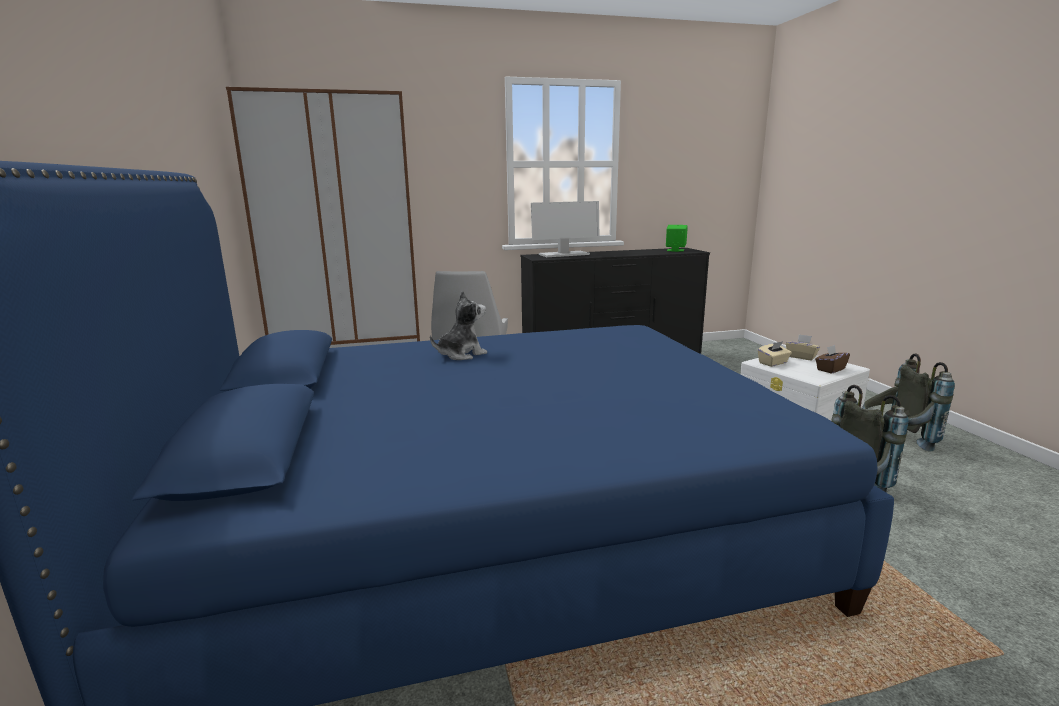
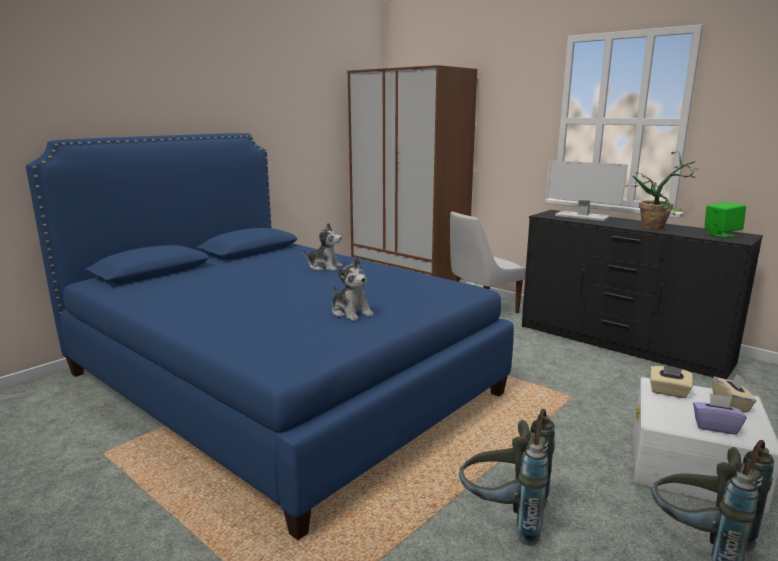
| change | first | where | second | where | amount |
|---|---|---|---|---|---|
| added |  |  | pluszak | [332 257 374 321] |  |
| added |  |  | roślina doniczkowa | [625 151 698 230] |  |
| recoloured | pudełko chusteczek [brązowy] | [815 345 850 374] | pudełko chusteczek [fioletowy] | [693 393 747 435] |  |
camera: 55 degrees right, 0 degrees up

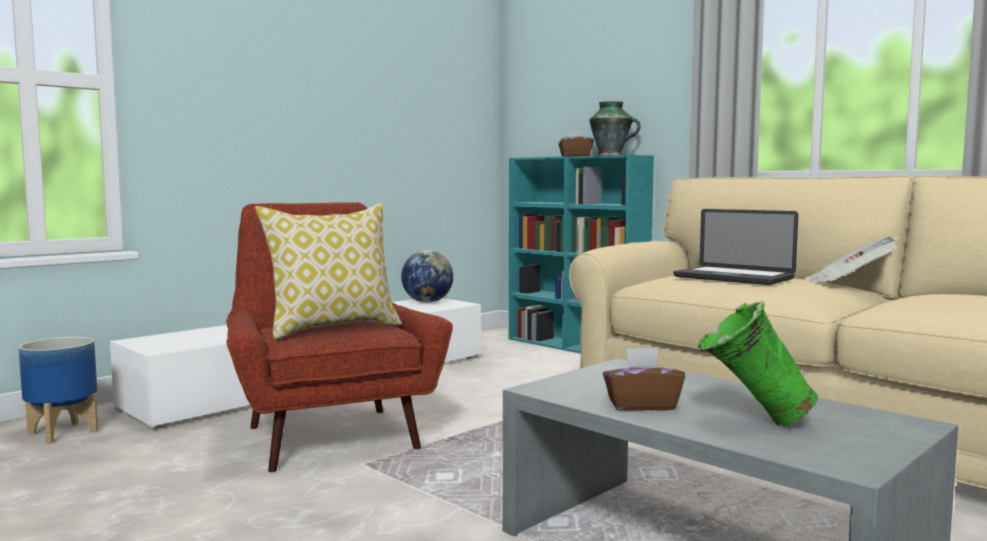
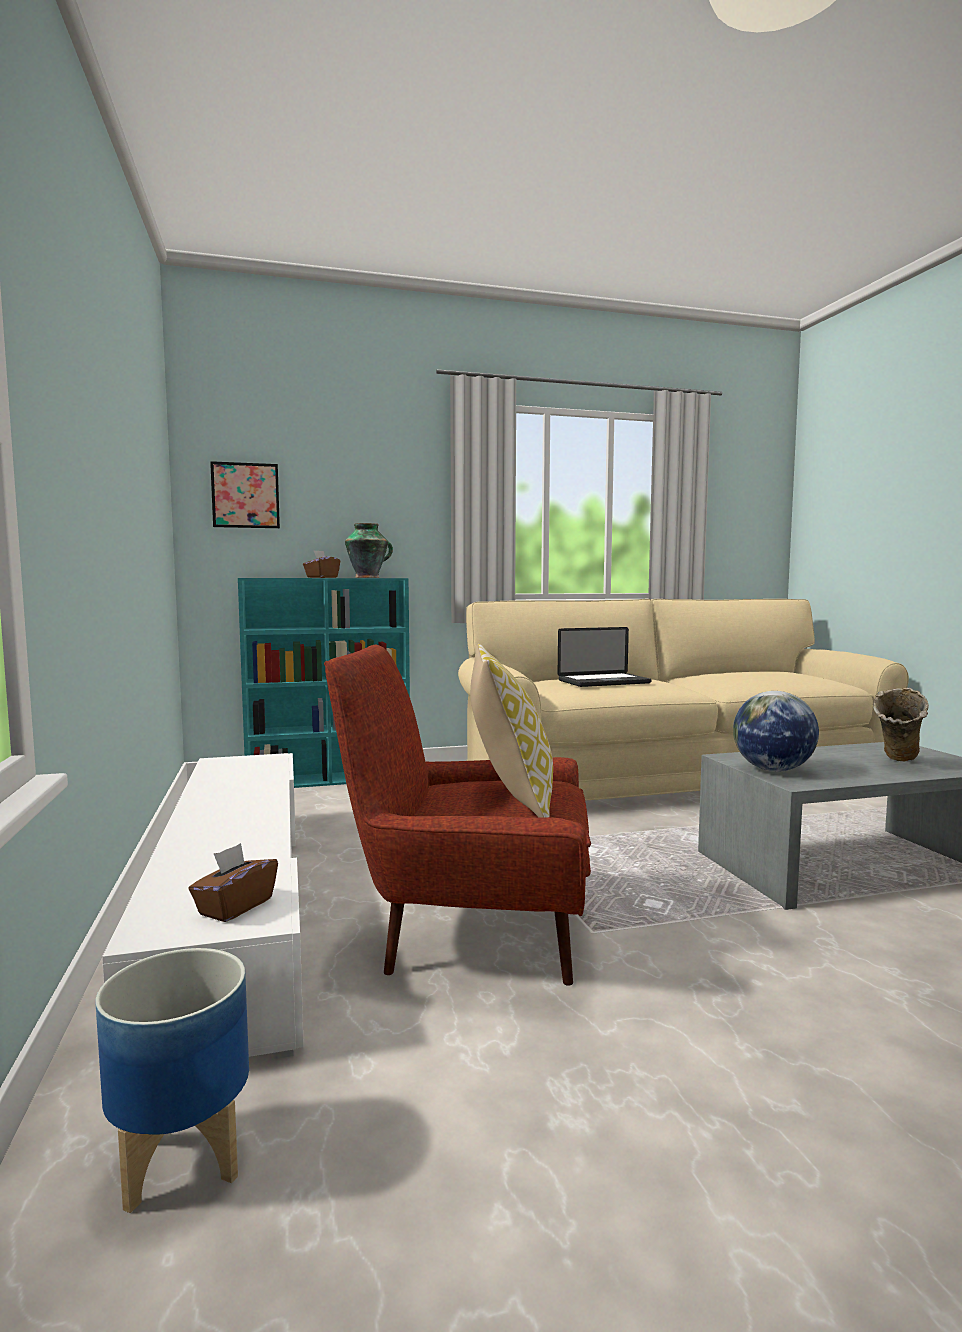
| change | first | where | second | where | amount |
|---|---|---|---|---|---|
| moved | pudełko chusteczek [brązowy] | [603 348 685 411] |  | [188 843 278 922] |  |
| added |  |  | obraz | [210 461 280 528] |  |
| moved | globus | [401 250 453 303] |  | [733 691 819 772] |  |
| recoloured | wazon [zielony] | [698 301 818 426] | wazon [beżowy] | [873 688 929 761] |  |
| removed | gazeta | [805 236 898 282] |  |  |  |
camera: 60 degrees left, 0 degrees up

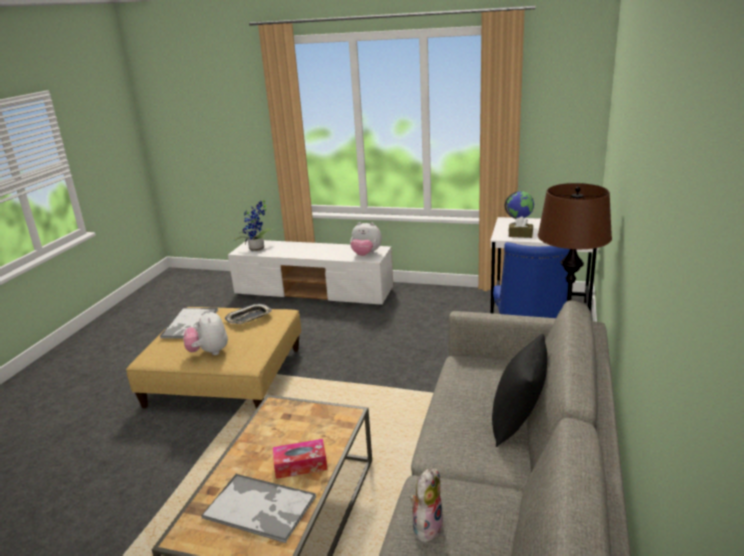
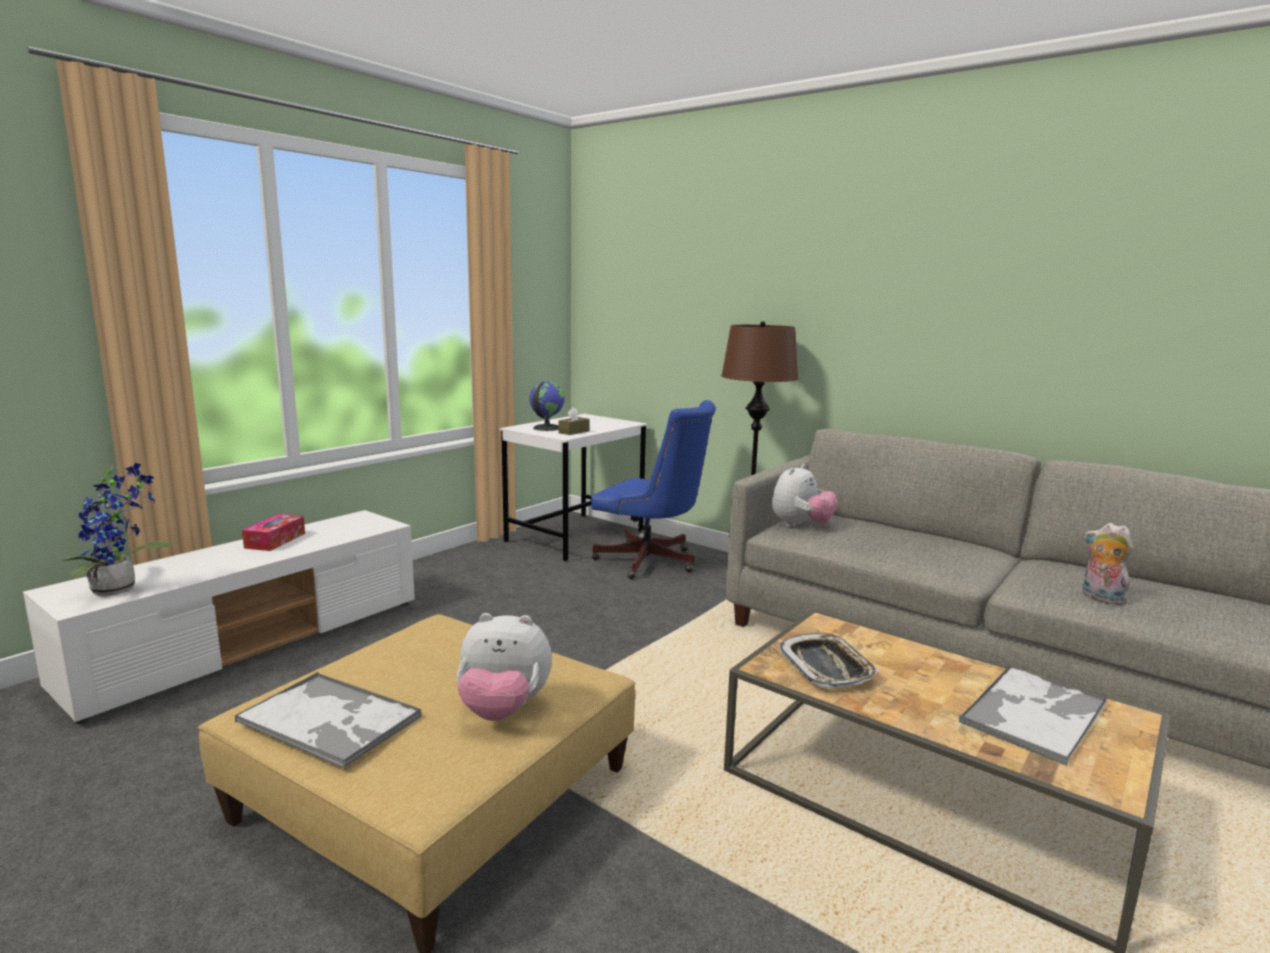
| change | first | where | second | where | amount |
|---|---|---|---|---|---|
| moved | pudełko chusteczek | [273 439 328 479] |  | [242 514 305 551] |  |
| moved | pluszak | [350 222 382 256] |  | [772 464 838 527] |  |
| moved | taca | [225 304 272 324] |  | [778 633 879 688] |  |
| removed | poduszka [czarny] | [492 334 547 447] |  |  |  |
camera: 70 degrees left, 10 degrees down

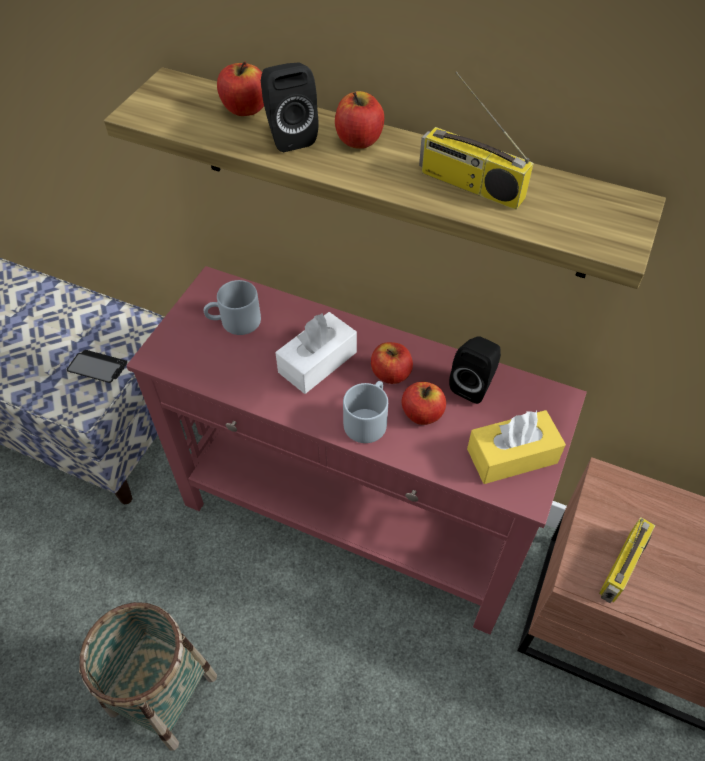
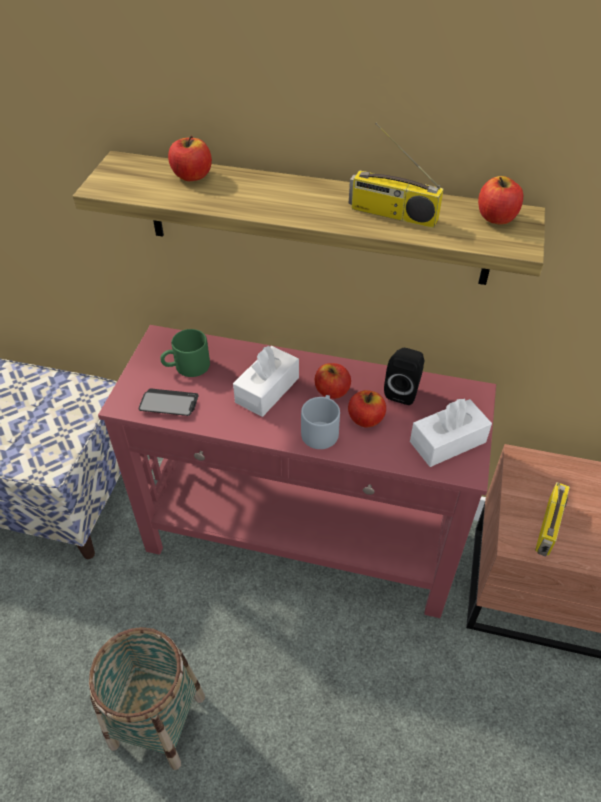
| change | first | where | second | where | amount |
|---|---|---|---|---|---|
| moved | telefon | [67 350 127 383] |  | [138 388 198 416] |  |
| recoloured | kubek [szary] | [204 280 261 335] | kubek [zielony] | [160 329 210 377] |  |
| recoloured | pudełko chusteczek [żółty] | [467 410 566 484] | pudełko chusteczek [biały] | [410 399 492 467] |  |
| moved | jabłko | [335 91 384 149] |  | [478 176 523 224] |  |
| removed | głośnik [czarny] | [261 62 318 152] |  |  |  |
camera: 10 degrees left, 5 degrees down

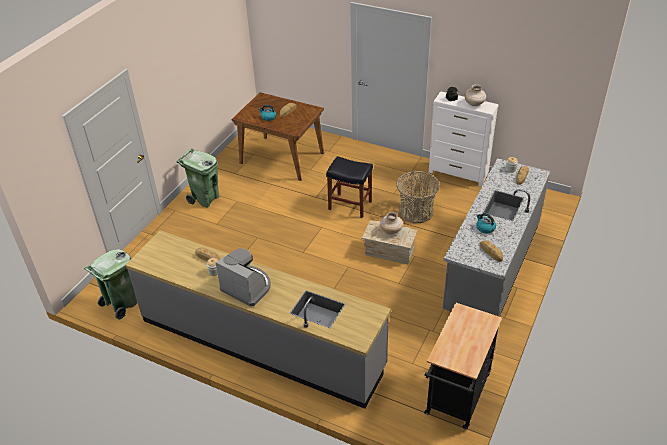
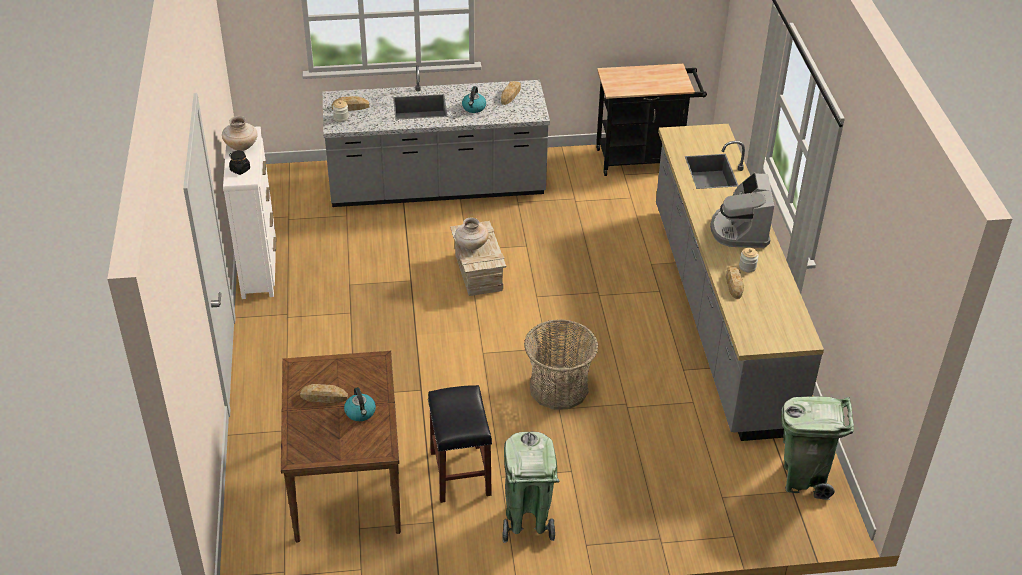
| change | first | where | second | where | amount |
|---|---|---|---|---|---|
| moved | stołek [czarny] | [326 156 373 218] |  | [428 385 492 503] |  |
| moved | koszyk | [396 171 440 223] |  | [524 319 598 410] |  |
camera: 125 degrees left, 0 degrees up

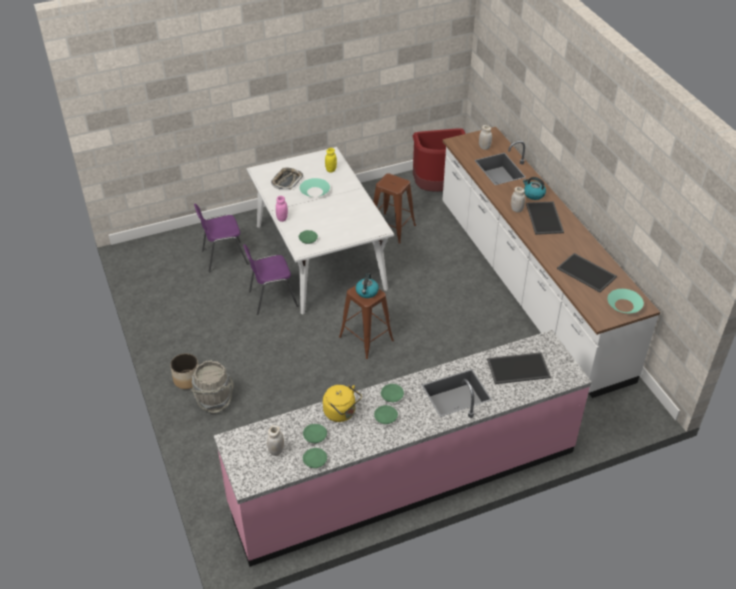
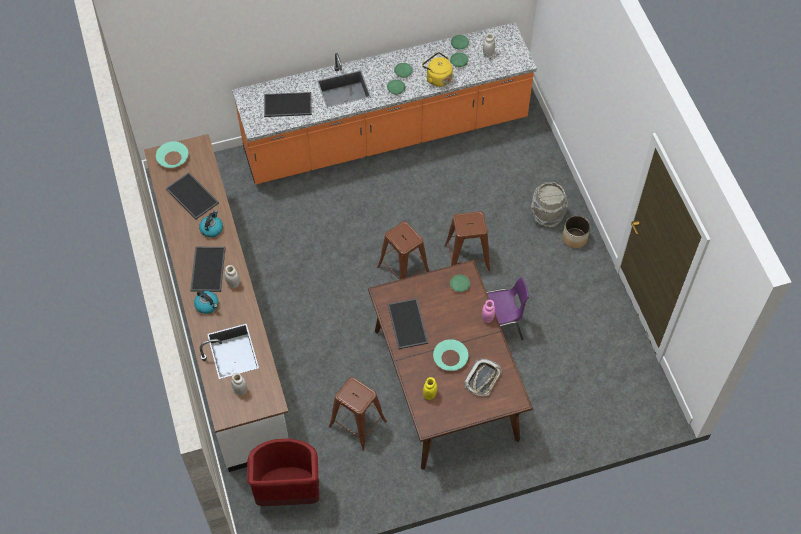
| change | first | where | second | where | amount |
|---|---|---|---|---|---|
| moved | czajnik | [356 273 379 298] |  | [199 210 223 238] |  |
| recoloured | zabudowa kuchenna [różowy] | [214 330 592 567] | zabudowa kuchenna [pomarańczowy] | [232 22 537 184] |  |
| recoloured | stół jadalny [biały] | [246 147 394 314] | stół jadalny [brązowy] | [368 260 533 470] |  |
| added |  |  | taca | [388 298 428 349] |  |
| added |  |  | stołek [brązowy] | [444 211 490 271] |  |
| removed | krzesło [fioletowy] | [194 203 249 272] |  |  |  |
camera: 175 degrees left, 15 degrees up

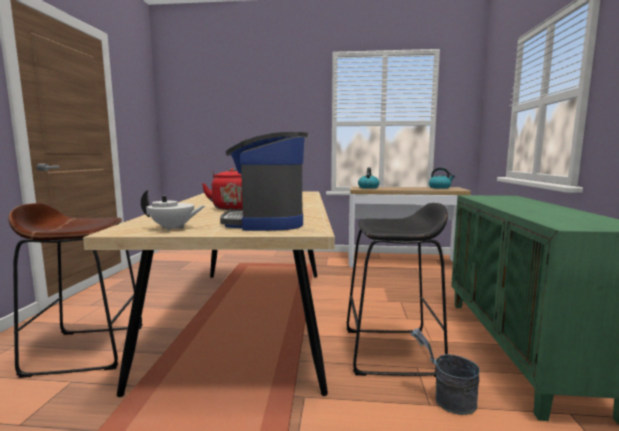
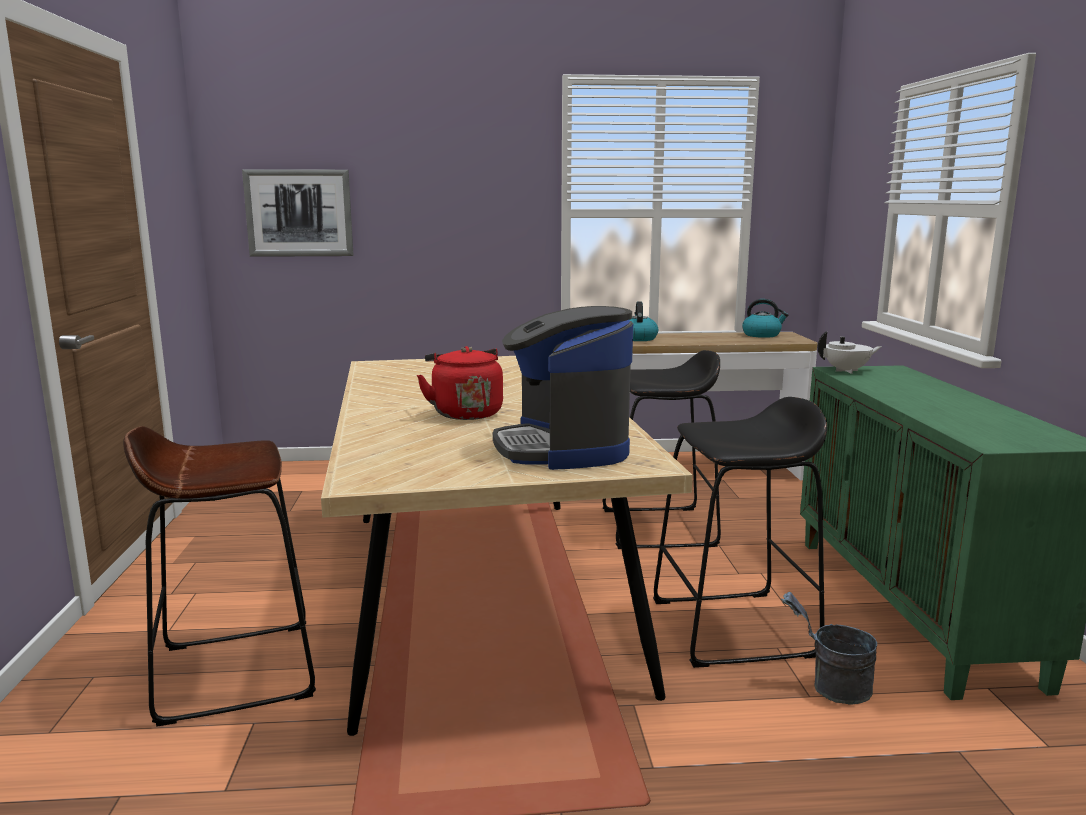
| change | first | where | second | where | amount |
|---|---|---|---|---|---|
| added |  |  | obraz | [242 169 353 257] |  |
| added |  |  | stołek [czarny] | [603 350 721 549] |  |
| moved | imbryk [biały] | [141 190 205 231] |  | [818 331 882 374] |  |
camera: 10 degrees left, 5 degrees up

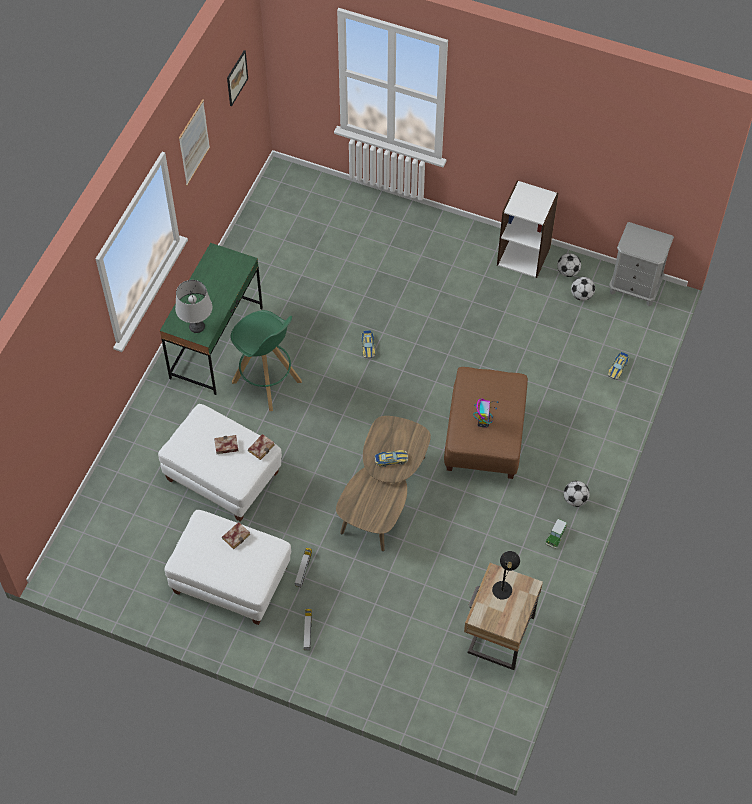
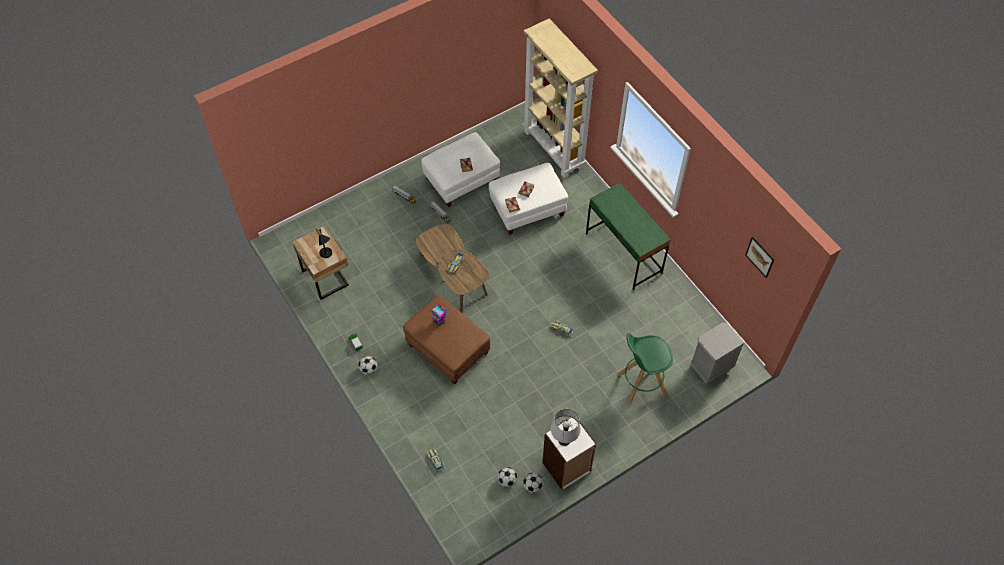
| change | first | where | second | where | amount |
|---|---|---|---|---|---|
| added |  |  | regał [beżowy] | [523 18 598 178] |  |
| moved | lampa stołowa [szary] | [175 280 212 333] |  | [551 409 581 446] |  |
| moved | stołek [zielony] | [231 310 302 411] |  | [617 333 673 405] |  |
| moved | szafka nocna [szary] | [609 222 674 306] |  | [690 322 744 385] |  |
| removed | obraz | [179 99 210 186] |  |  |  |
camera: 125 degrees right, 0 degrees up

